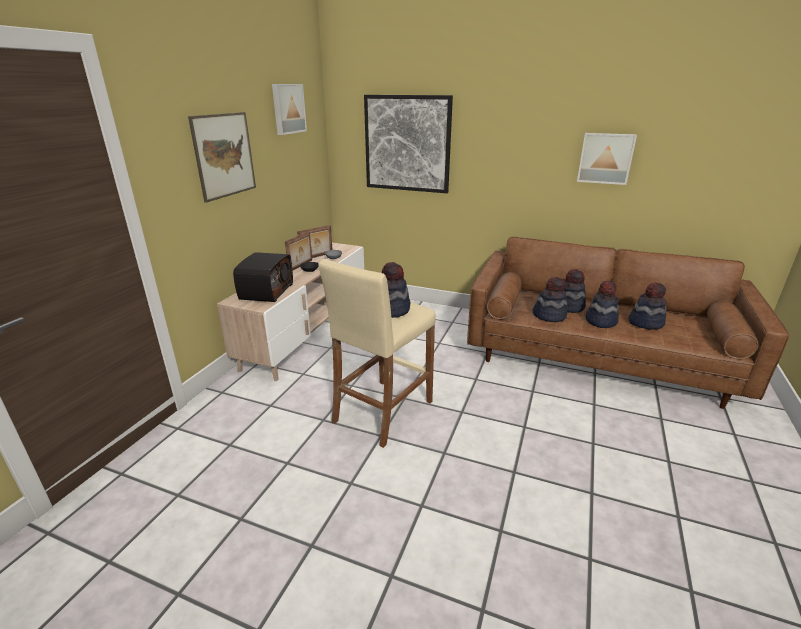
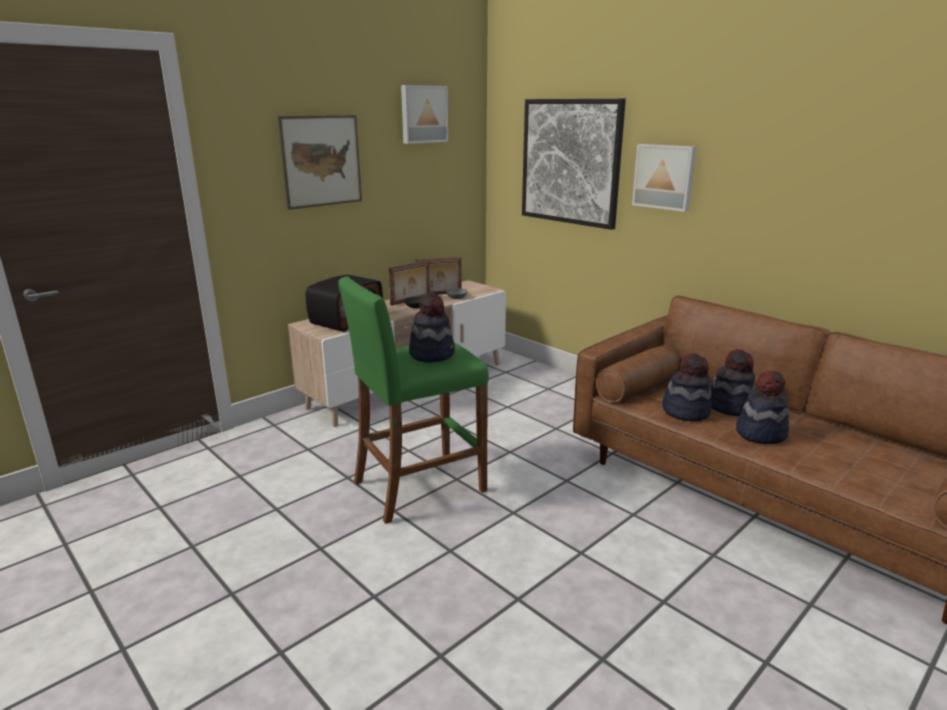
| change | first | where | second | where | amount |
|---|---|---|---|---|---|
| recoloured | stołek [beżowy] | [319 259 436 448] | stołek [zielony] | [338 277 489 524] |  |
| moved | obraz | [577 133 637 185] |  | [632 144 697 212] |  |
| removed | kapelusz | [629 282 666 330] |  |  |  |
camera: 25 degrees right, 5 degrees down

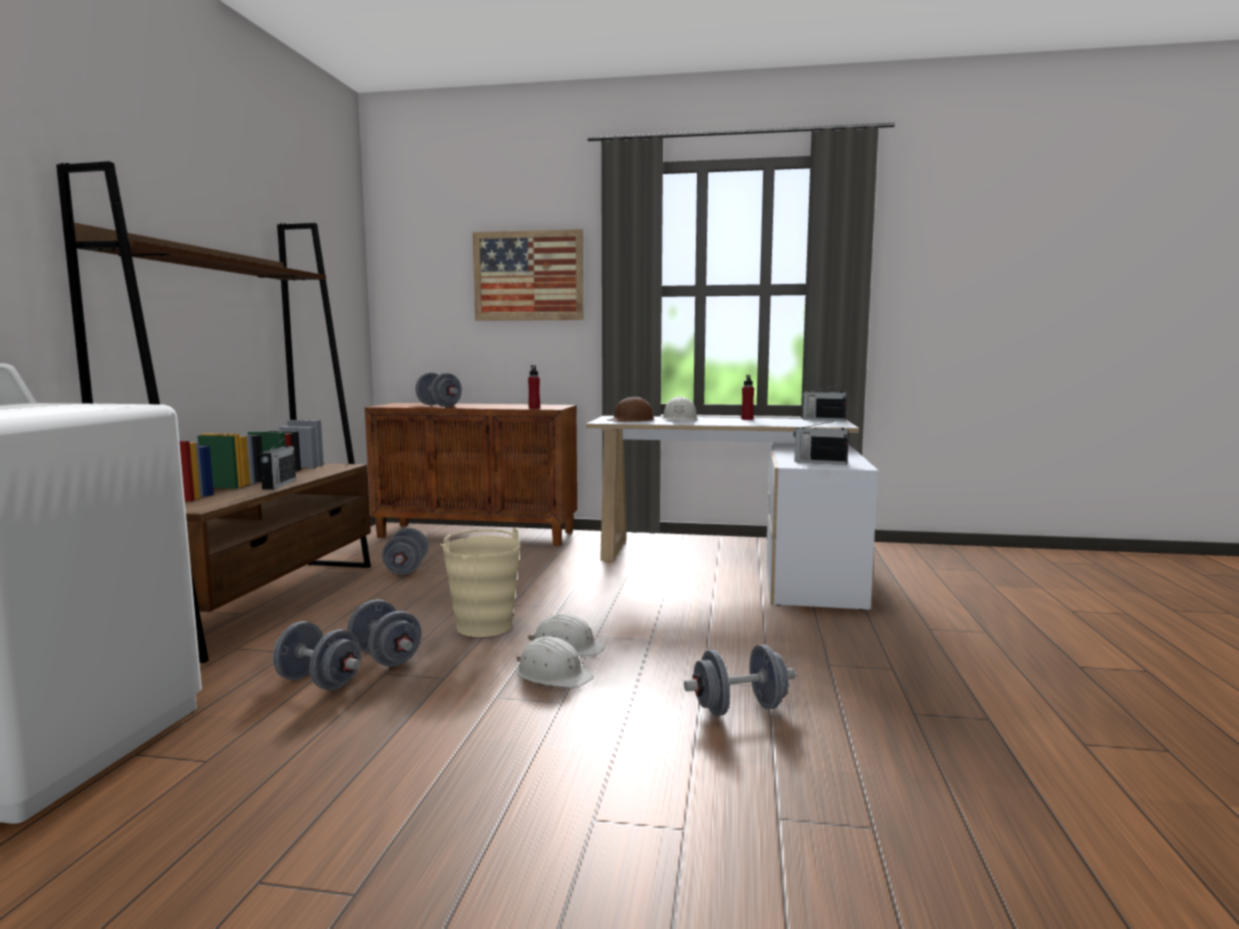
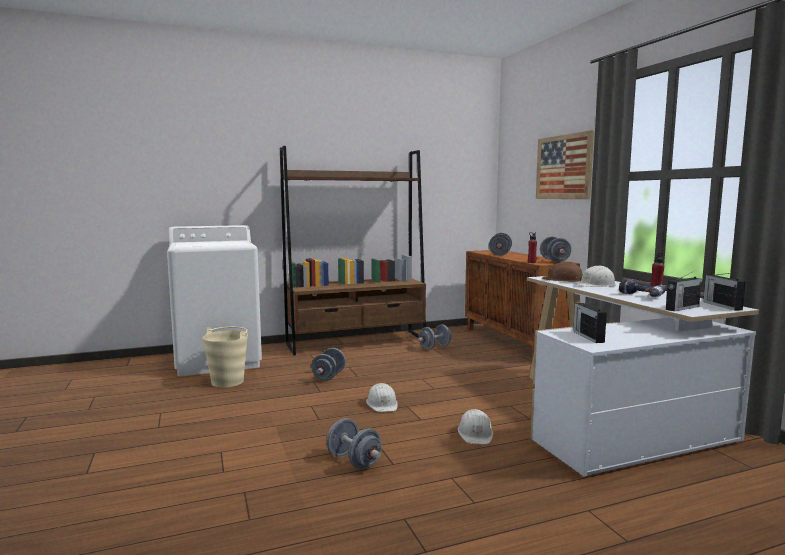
| change | first | where | second | where | amount |
|---|---|---|---|---|---|
| moved | wiadro [beżowy] | [441 528 520 637] |  | [203 327 248 387] |  |
| moved | kask [biały] | [517 637 594 688] |  | [457 409 493 444] |  |
| moved | hantel [szary] | [273 621 361 690] |  | [540 237 571 262] |  |
| added |  |  | wiertarka | [619 279 666 297] |  |
| moved | radio | [260 439 296 489] |  | [666 272 702 311] |  |
camera: 60 degrees right, 0 degrees up

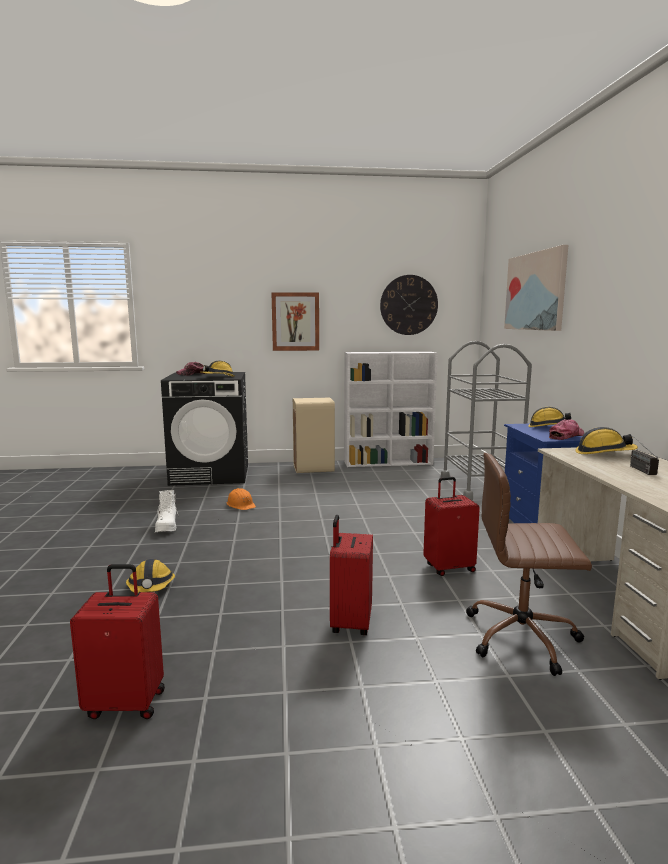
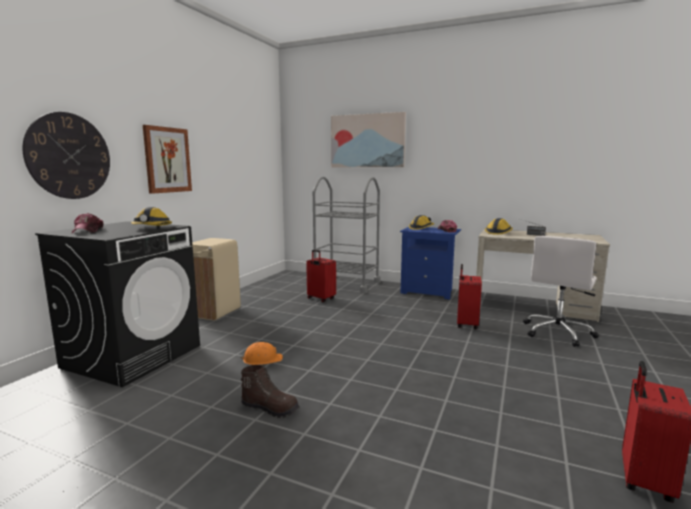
| change | first | where | second | where | amount |
|---|---|---|---|---|---|
| moved | zegar ścienny | [380 275 438 335] |  | [22 112 110 199] |  |
| recoloured | but z cholewką [biały] | [155 490 179 532] | but z cholewką [brązowy] | [241 365 299 418] |  |
| moved | walizka [czerwony] | [330 515 373 635] |  | [306 250 336 302] |  |
| recoloured | krzesło biurowe [brązowy] | [466 453 592 676] | krzesło biurowe [biały] | [523 236 598 347] |  |
| removed | kask | [126 559 175 593] |  |  |  |
| removed | regał [biały] | [344 352 438 467] |  |  |  |
camera: 60 degrees left, 0 degrees up

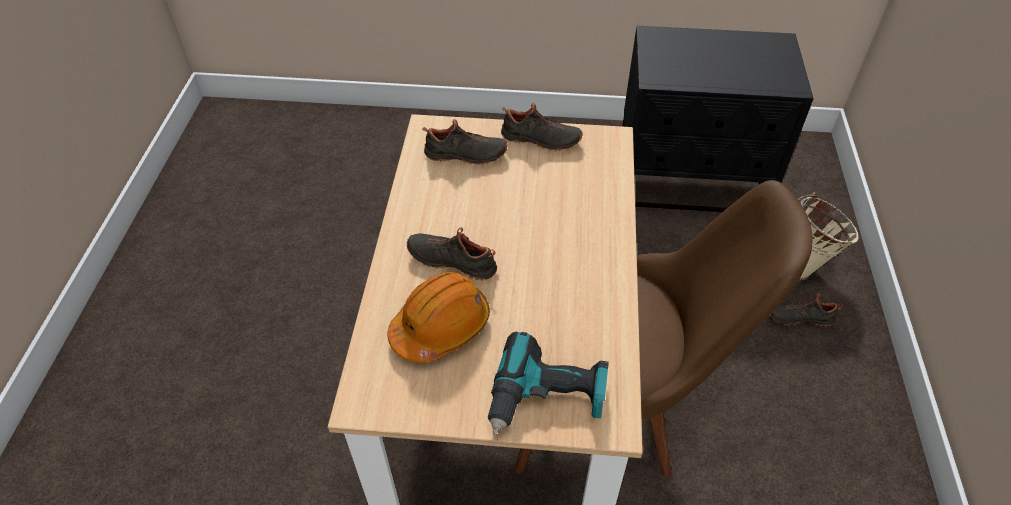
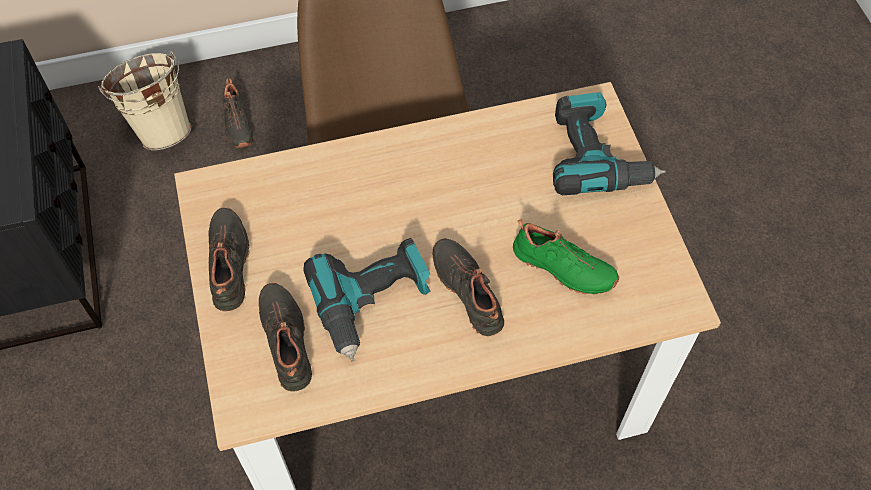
| change | first | where | second | where | amount |
|---|---|---|---|---|---|
| added |  |  | wiertarka | [303 238 430 362] |  |
| turned | but [czarny] | [407 227 497 281] |  | [433 238 504 336] | 150 degrees clockwise |
| replaced | kask [pomarańczowy] | [388 272 490 363] | but [zielony] | [513 219 619 294] |  |
camera: 110 degrees left, 10 degrees up

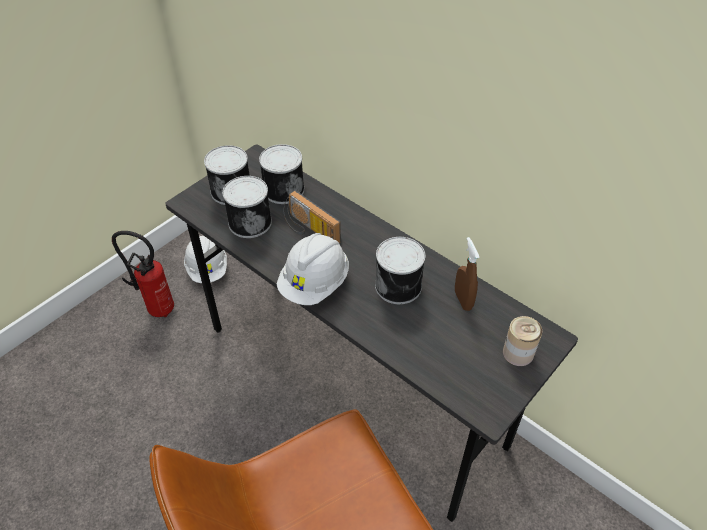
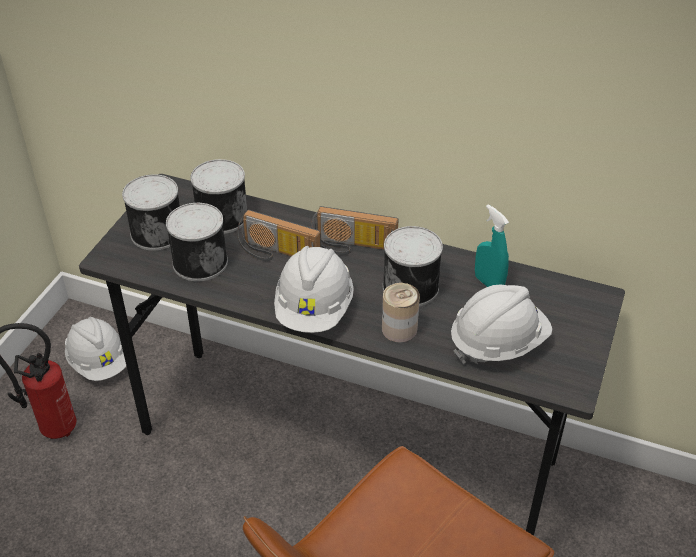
| change | first | where | second | where | amount |
|---|---|---|---|---|---|
| added |  |  | radio | [311 206 399 255] |  |
| moved | puszka | [503 316 542 366] |  | [382 283 420 342] |  |
| added |  |  | kask [biały] | [451 285 552 364] |  |
| recoloured | spryskiwacz [brązowy] | [455 237 480 311] | spryskiwacz [turkusowy] | [475 204 509 287] |  |
camera: 20 degrees left, 5 degrees down

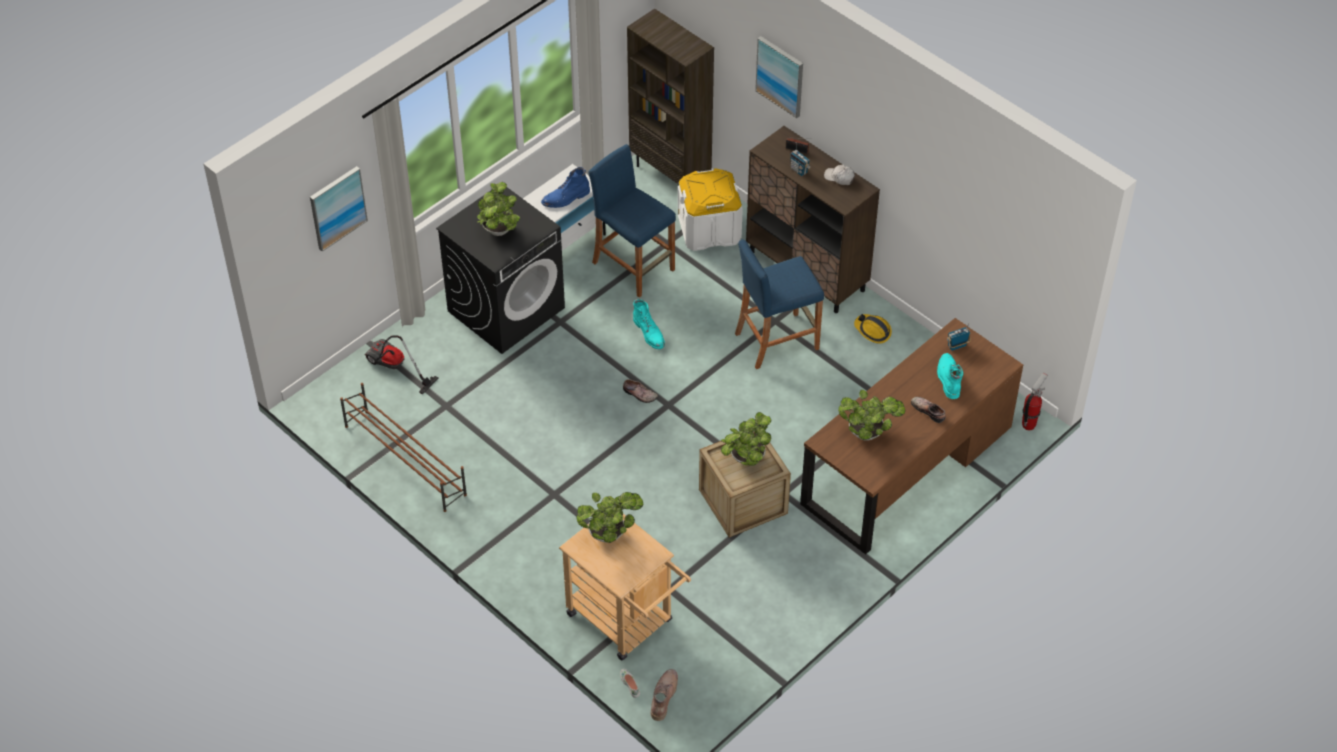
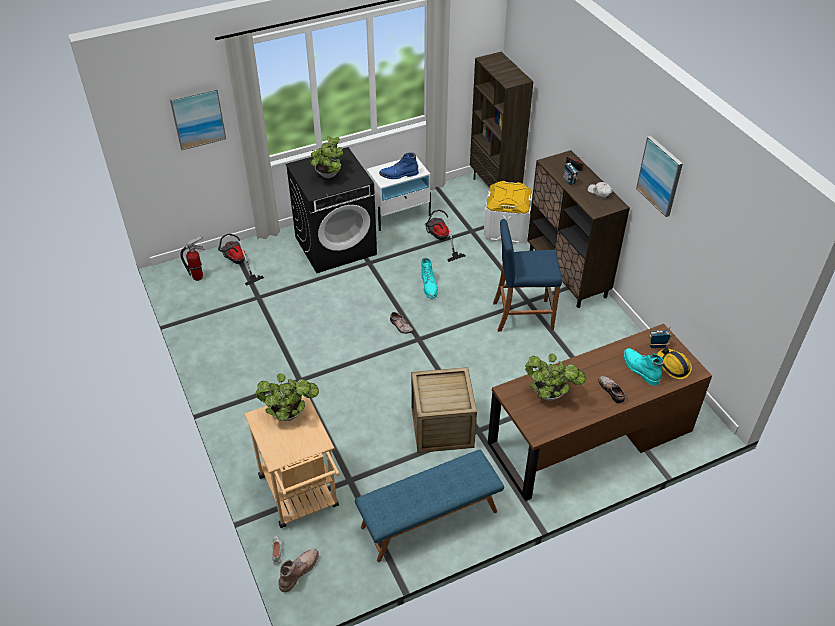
| change | first | where | second | where | amount |
|---|---|---|---|---|---|
| moved | gaśnica | [1022 372 1048 430] |  | [180 236 204 281] |  |
| added |  |  | ławka [niebieski] | [355 449 504 562] |  |
| replaced | stołek [niebieski] | [589 144 676 298] | odkurzacz | [425 210 465 262] |  |
| turned | but z cholewką [turkusowy] | [937 353 963 399] |  | [623 348 664 386] | 45 degrees counterclockwise |
| moved | obraz | [755 36 803 118] |  | [636 136 683 217] |  |
| moved | kask | [854 314 892 344] |  | [657 347 692 379] |  |
| removed | regał na buty [brązowy] | [340 383 467 512] |  |  |  |
| removed | roślina doniczkowa | [720 412 771 466] |  |  |  |
camera: 20 degrees right, 5 degrees down

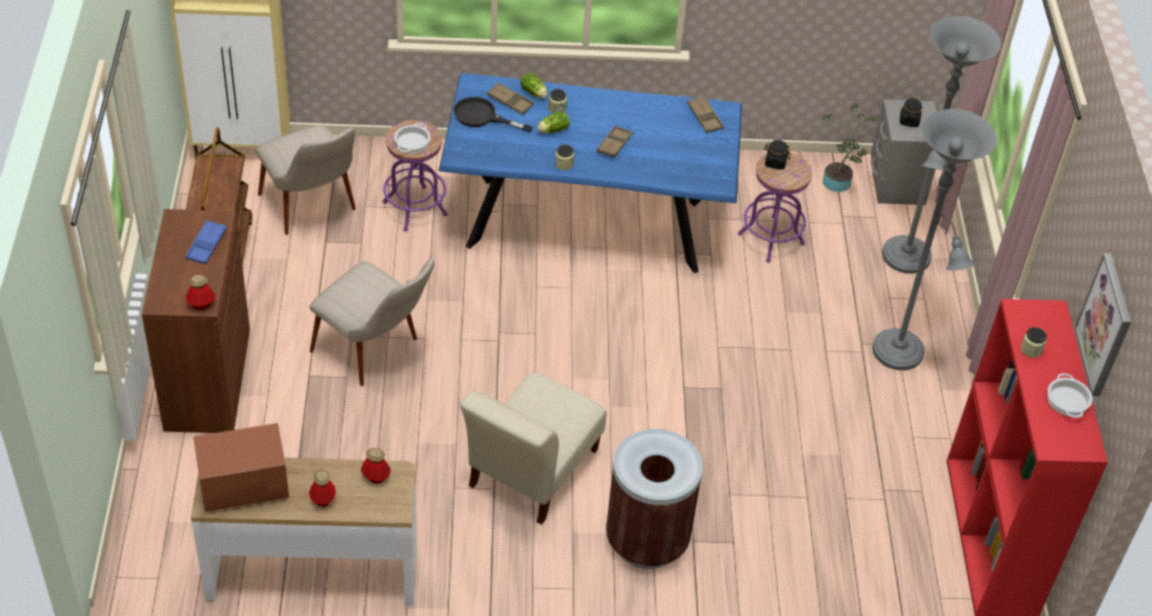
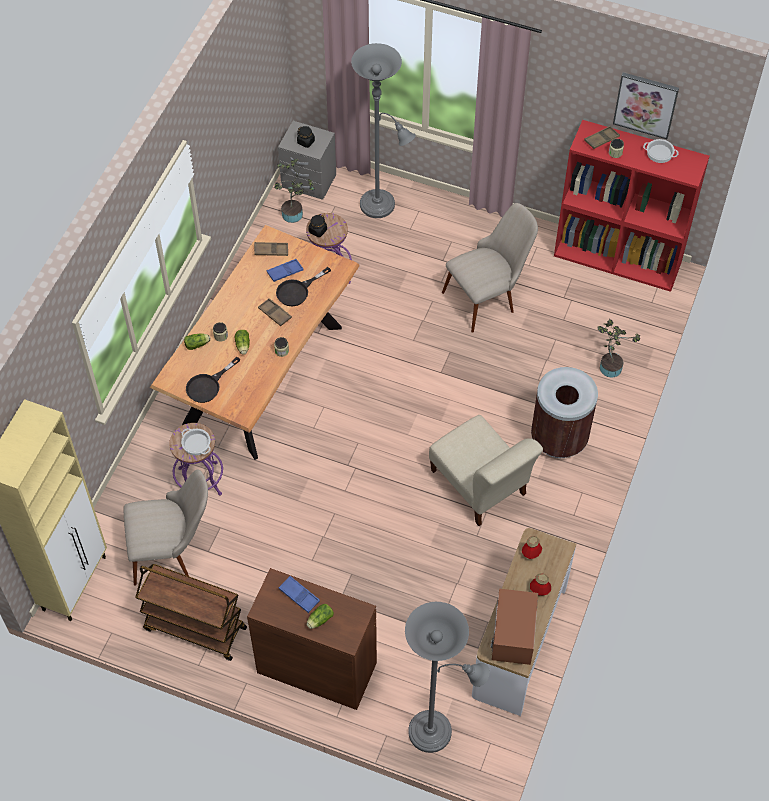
| change | first | where | second | where | amount |
|---|---|---|---|---|---|
| recoloured | stół jadalny [niebieski] | [439 73 742 273] | stół jadalny [brązowy] | [150 225 360 460] |  |
| added |  |  | taca [niebieski] | [267 259 304 282] |  |
| added |  |  | patelnia [czarny] | [276 267 331 306] |  |
| added |  |  | sałata | [307 604 334 629] |  |
| moved | lampa stojąca [szary] | [872 109 997 370] |  | [405 602 490 753] |  |
| moved | krzesło [beżowy] | [309 258 435 386] |  | [442 203 538 333] |  |
| moved | taca [brązowy] | [487 82 534 115] |  | [584 126 620 149] |  |
| added |  |  | roślina doniczkowa | [598 319 640 378] |  |
| removed | butelka | [186 275 215 310] |  |  |  |
camera: 65 degrees left, 10 degrees up

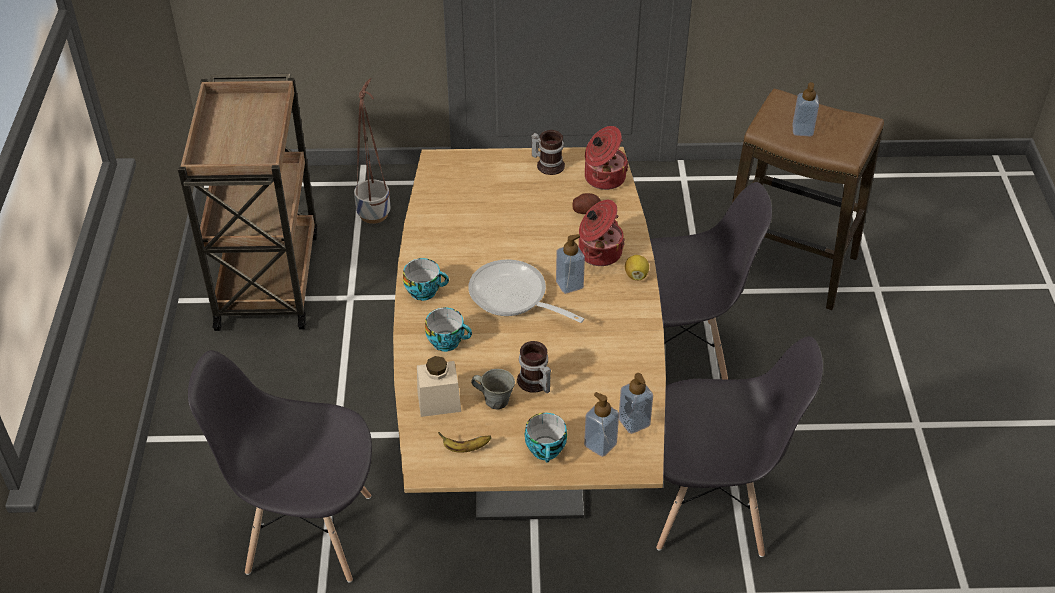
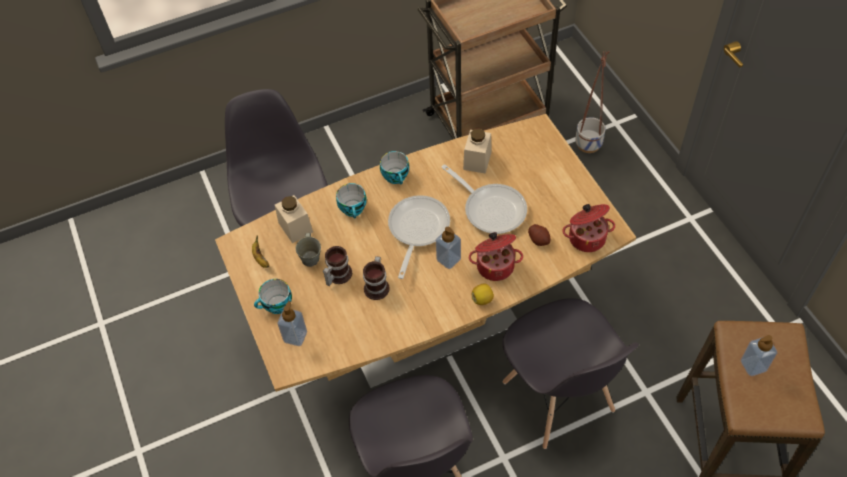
| change | first | where | second | where | amount |
|---|---|---|---|---|---|
| moved | kubek | [531 130 565 175] |  | [363 256 390 300] |  |
| added |  |  | patelnia | [441 164 527 234] |  |
| added |  |  | słoik [beżowy] | [463 128 492 174] |  |
| removed | dozownik mydła | [619 373 653 434] |  |  |  |
camera: 70 degrees right, 10 degrees up

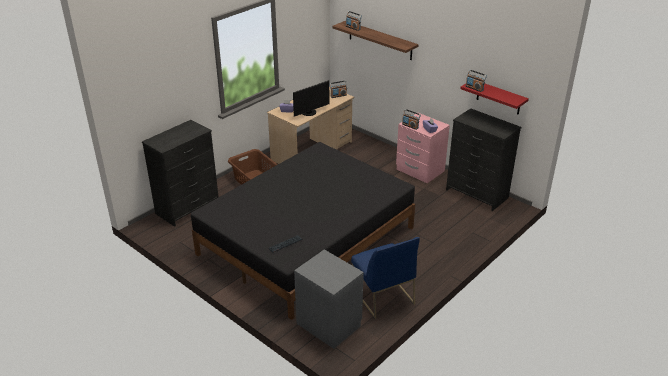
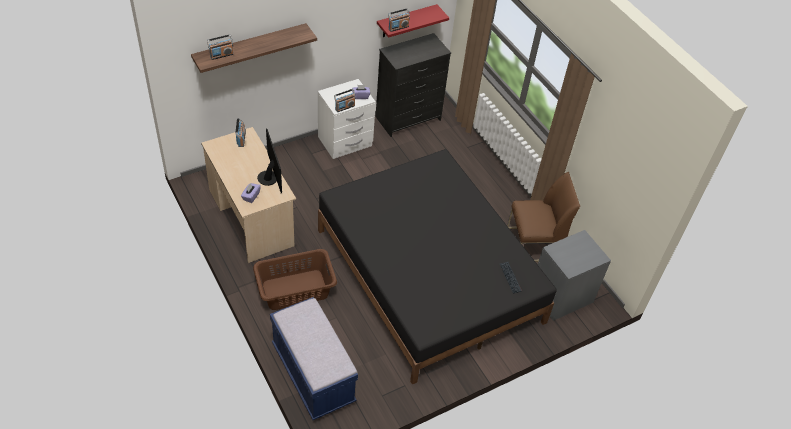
| change | first | where | second | where | amount |
|---|---|---|---|---|---|
| replaced | komoda [czarny] | [142 120 219 227] | ławka [niebieski] | [270 297 358 420] |  |
| recoloured | szafka nocna [różowy] | [396 113 450 183] | szafka nocna [biały] | [318 79 376 159] |  |
| recoloured | krzesło [niebieski] | [351 237 420 319] | krzesło [brązowy] | [507 172 580 262] |  |
camera: 75 degrees left, 15 degrees up

